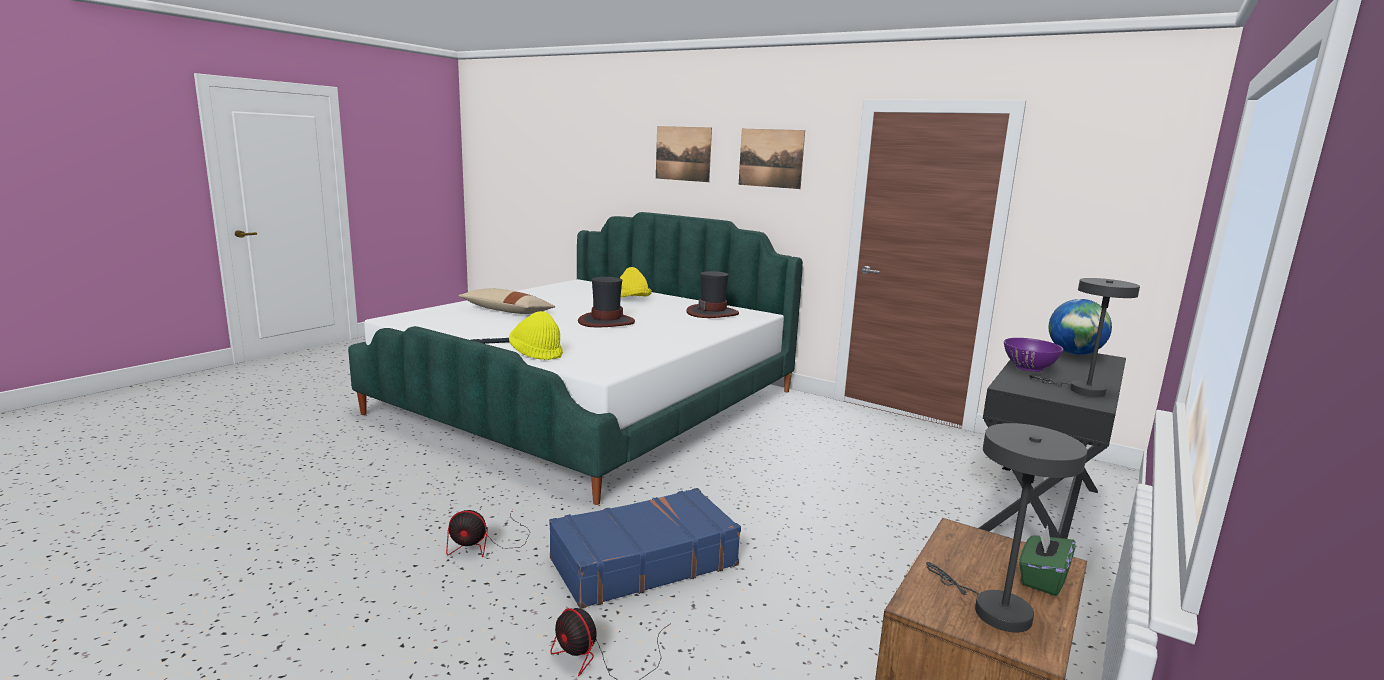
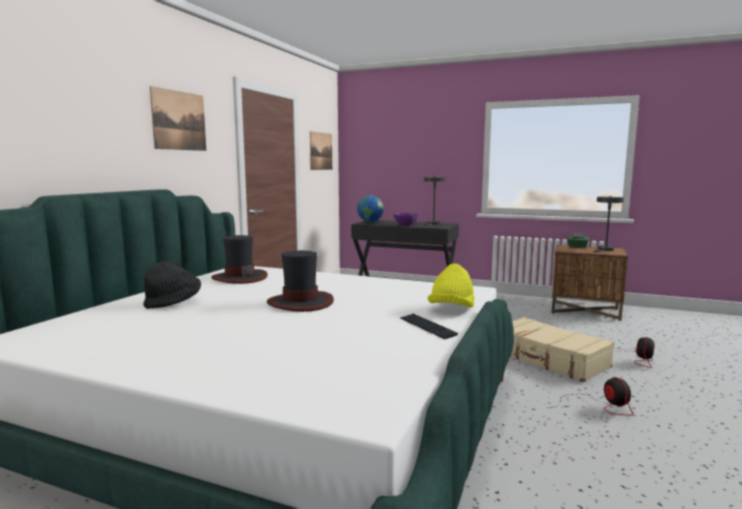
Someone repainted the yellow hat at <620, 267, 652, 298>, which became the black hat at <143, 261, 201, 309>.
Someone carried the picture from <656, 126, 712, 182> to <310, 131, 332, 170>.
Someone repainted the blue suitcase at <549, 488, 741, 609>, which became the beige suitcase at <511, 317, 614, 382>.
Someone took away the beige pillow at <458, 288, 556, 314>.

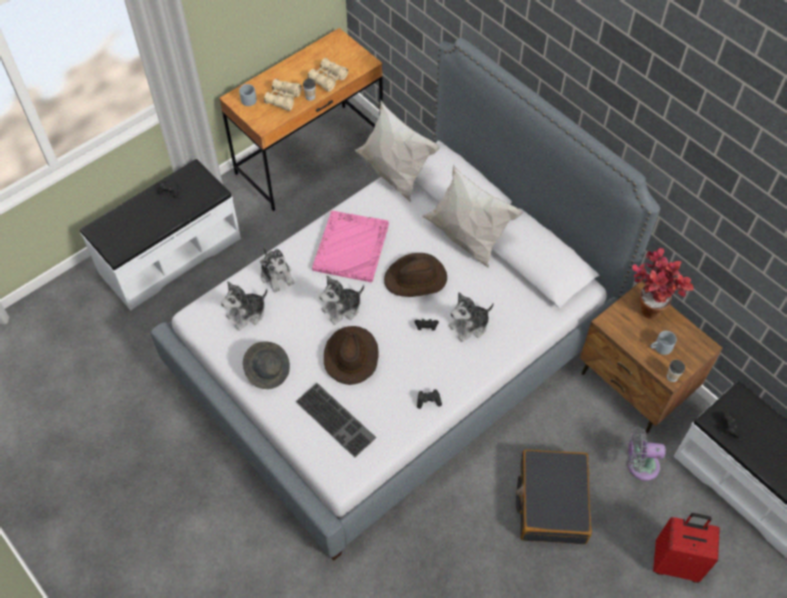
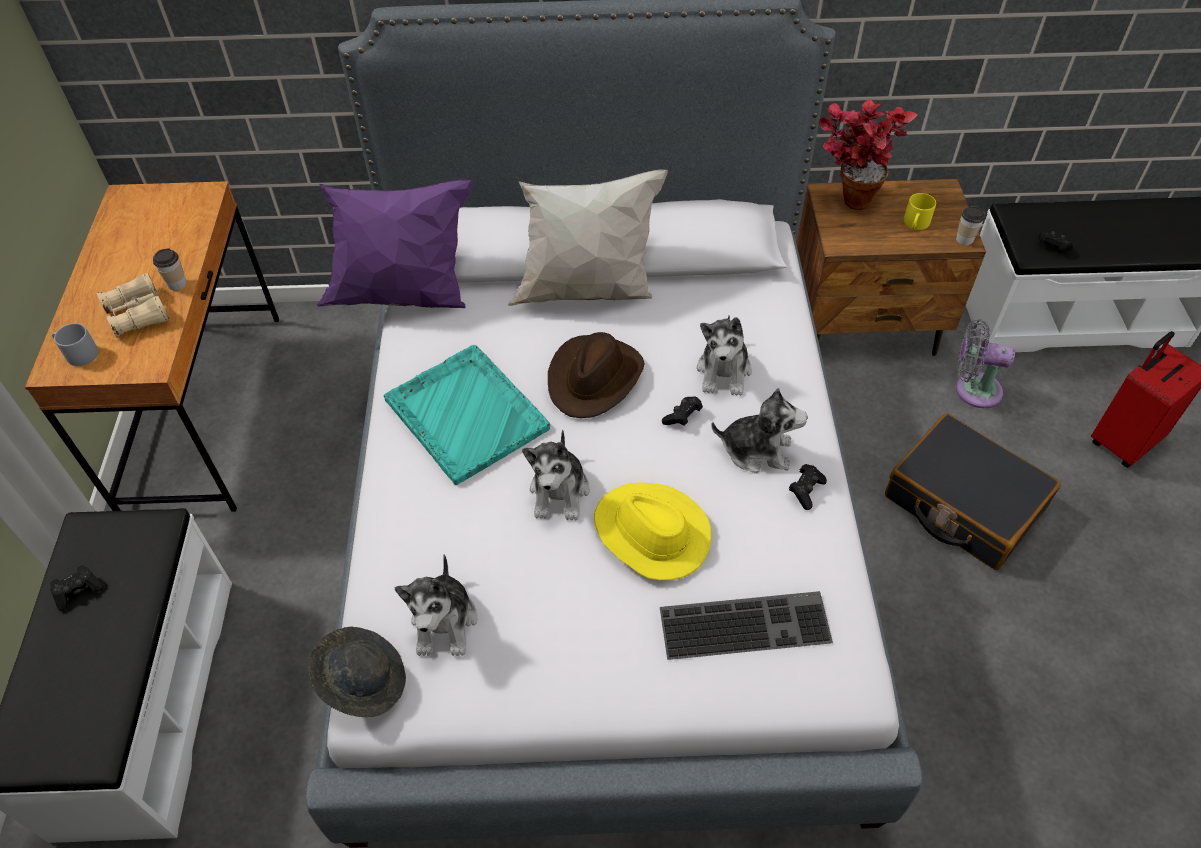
Someone carried the grey hat from <243, 341, 290, 389> to <308, 627, 406, 717>.
Someone repainted the white pillow at <355, 100, 440, 202>, which became the purple pillow at <317, 179, 473, 308>.
Someone repainted the pink tray at <312, 211, 389, 282>, which became the turquoise tray at <384, 345, 550, 485>.
Someone repainted the brown hat at <324, 326, 379, 385>, which became the yellow hat at <594, 482, 711, 581>.
Someone carried the plush toy from <260, 246, 295, 293> to <711, 388, 808, 473>.
Someone repainted the grey mug at <650, 331, 677, 355>, which became the yellow mug at <904, 193, 936, 230>.
Someone rotated the grey fan at <628, 427, 666, 481> by 60 degrees clockwise.
Someone took away the beige binoculars at <307, 58, 348, 92>.

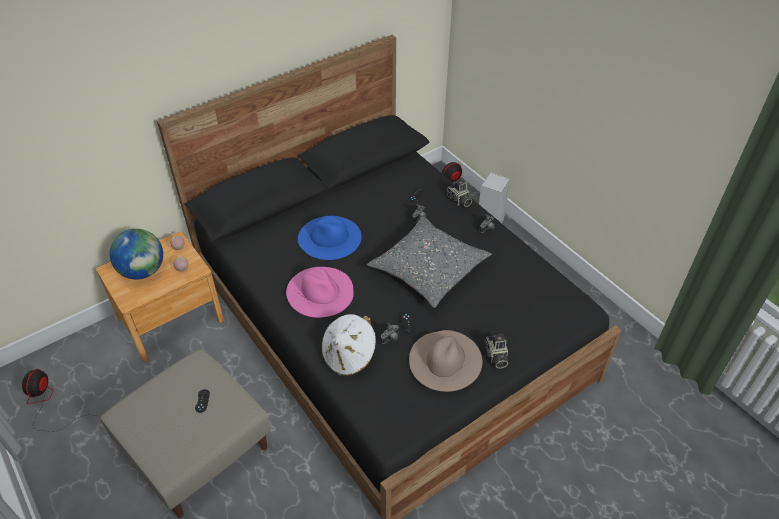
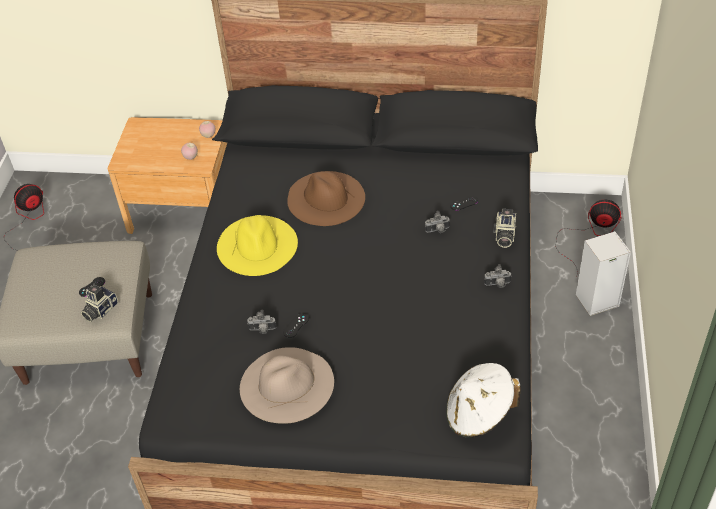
Someone carried the photo camera from <484, 334, 508, 369> to <81, 285, 118, 322>.
Someone repainted the pink hat at <286, 267, 354, 318>, which became the yellow hat at <217, 215, 298, 276>.
Someone repainted the blue hat at <298, 216, 362, 260>, which became the brown hat at <287, 171, 365, 226>.
Someone carried the white hat from <321, 314, 376, 377> to <446, 363, 521, 438>.
Someone took away the globe at <109, 229, 163, 280>.
Someone took away the grey pillow at <367, 216, 492, 308>.

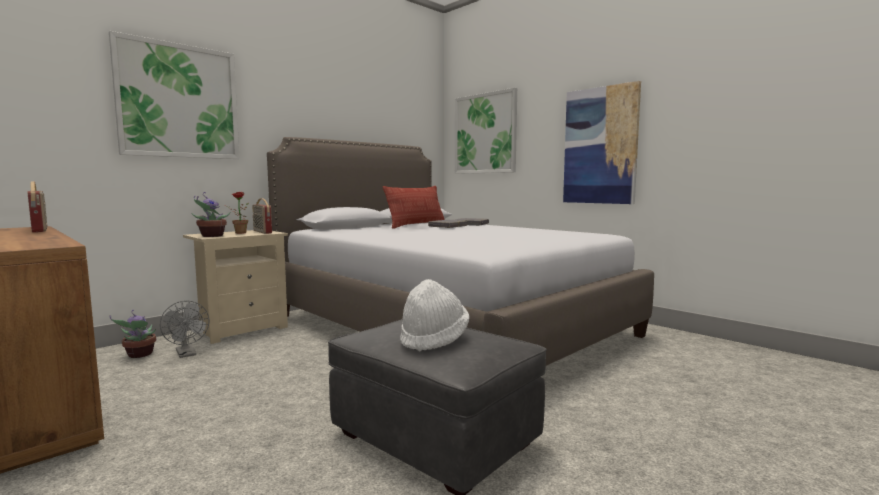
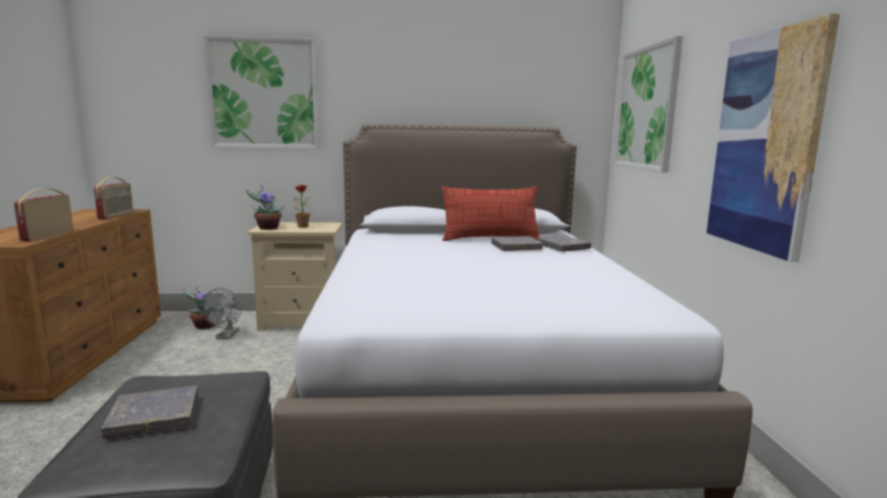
Someone carried the radio from <252, 198, 272, 234> to <14, 188, 73, 241>.
Someone swapped the white hat at <400, 279, 470, 351> for the grey book at <101, 386, 198, 439>.

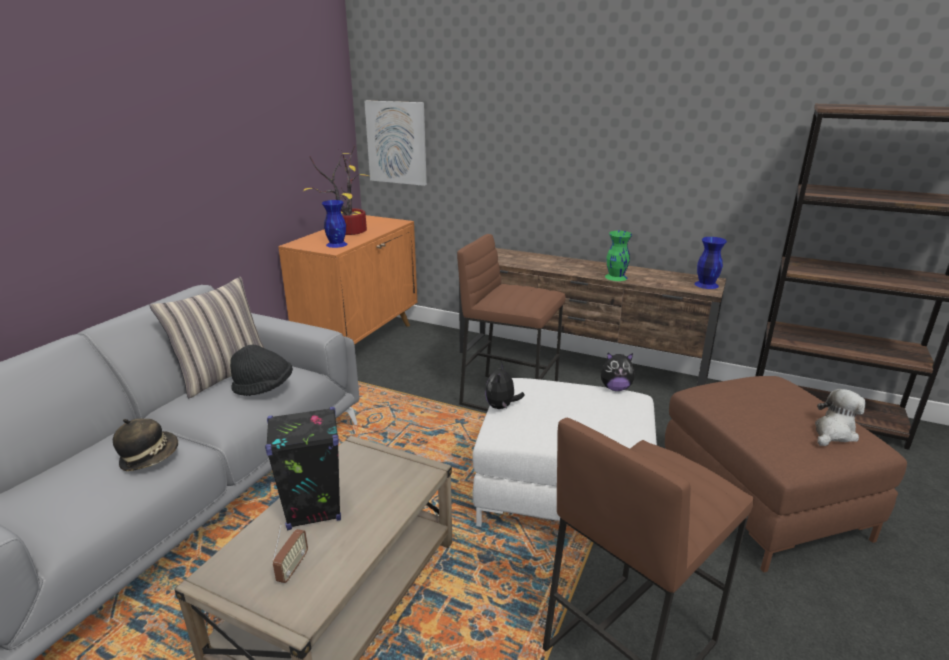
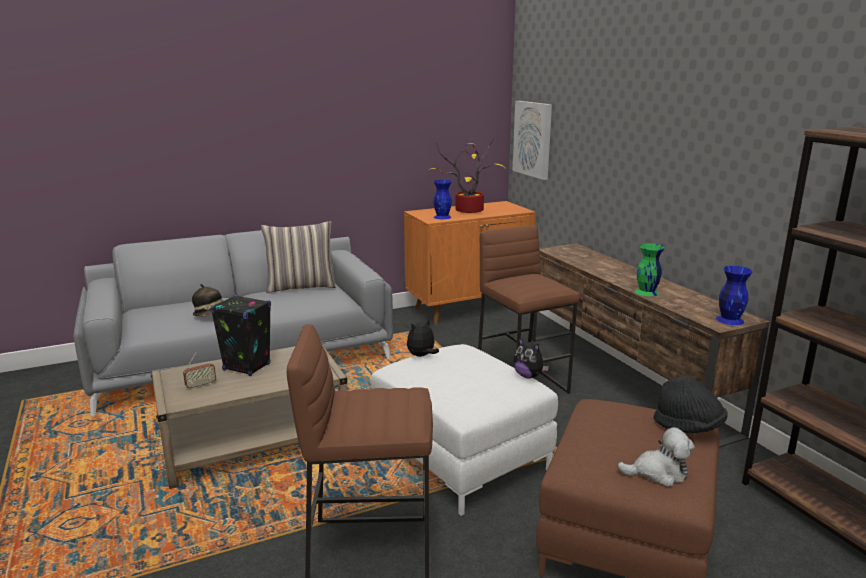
Someone carried the black hat from <230, 345, 293, 396> to <654, 376, 727, 433>.

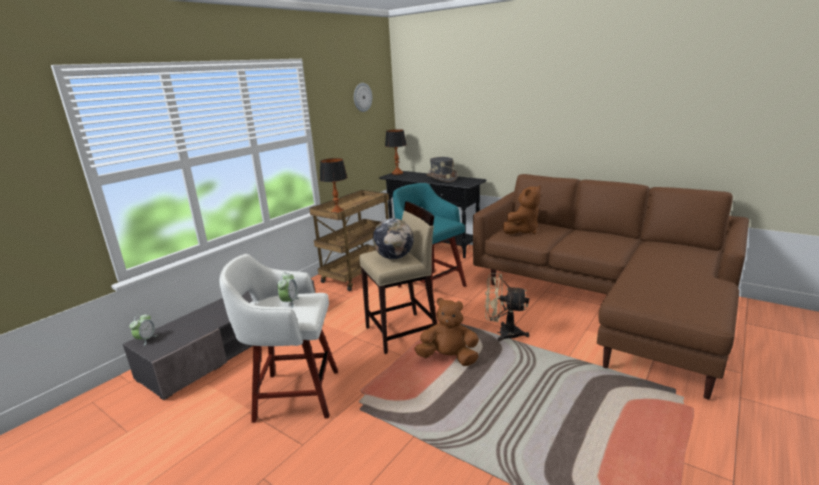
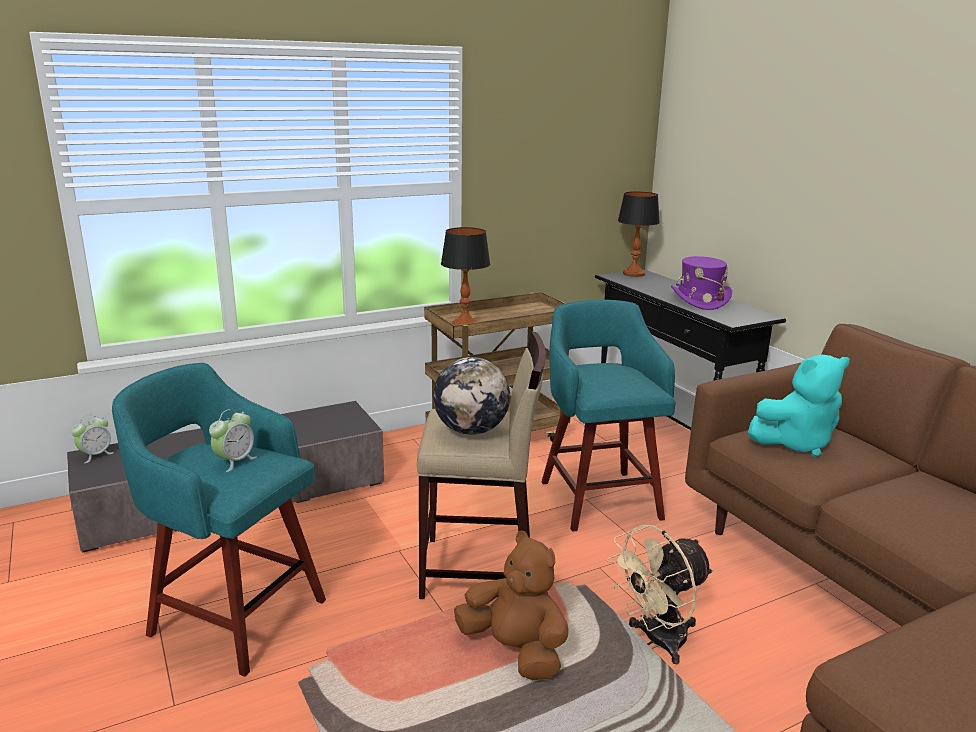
Someone repainted the white stool at <219, 254, 338, 423>, which became the turquoise stool at <112, 363, 326, 677>.
Someone rotated the beige fan at <484, 273, 529, 342> by 75 degrees counterclockwise.
Someone repainted the grey hat at <426, 157, 457, 182>, which became the purple hat at <671, 256, 732, 310>.
Someone repainted the brown plush toy at <503, 185, 541, 235>, which became the turquoise plush toy at <748, 354, 850, 457>.
Someone took away the wall clock at <354, 83, 372, 112>.

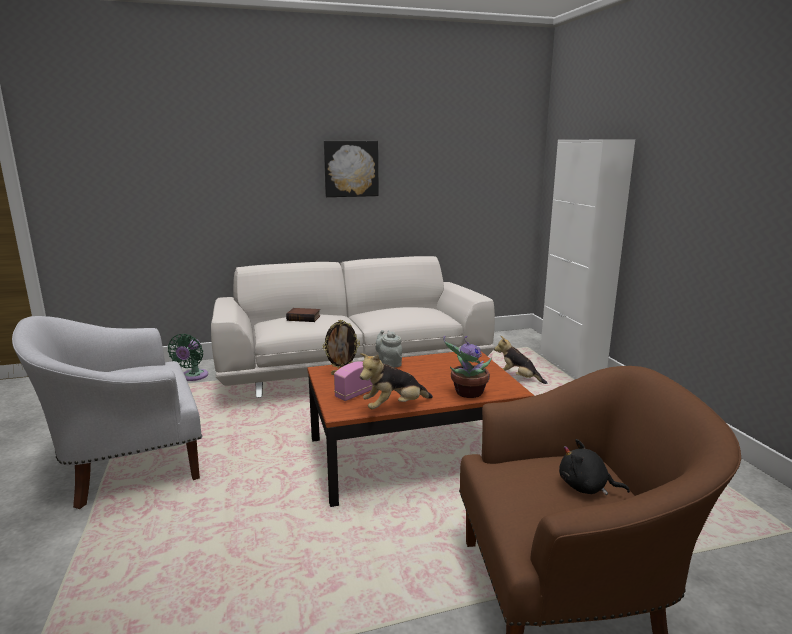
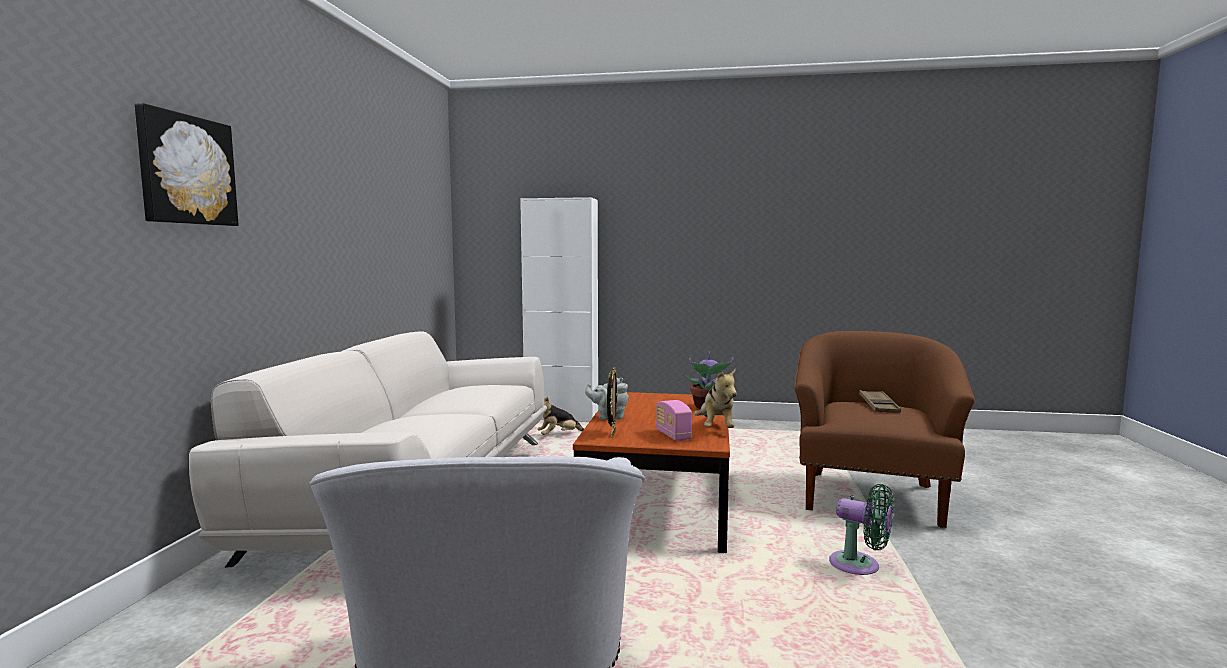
Someone carried the picture from <323, 141, 379, 197> to <135, 103, 238, 226>.
Someone carried the green fan from <168, 334, 208, 381> to <829, 484, 893, 575>.
Someone swapped the black plush toy at <559, 439, 630, 495> for the brown tray at <859, 390, 901, 413>.
Someone took away the book at <286, 308, 321, 322>.

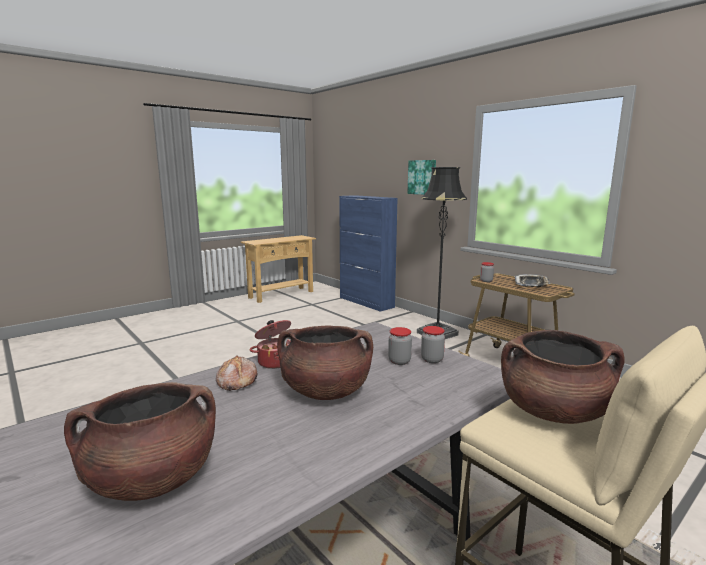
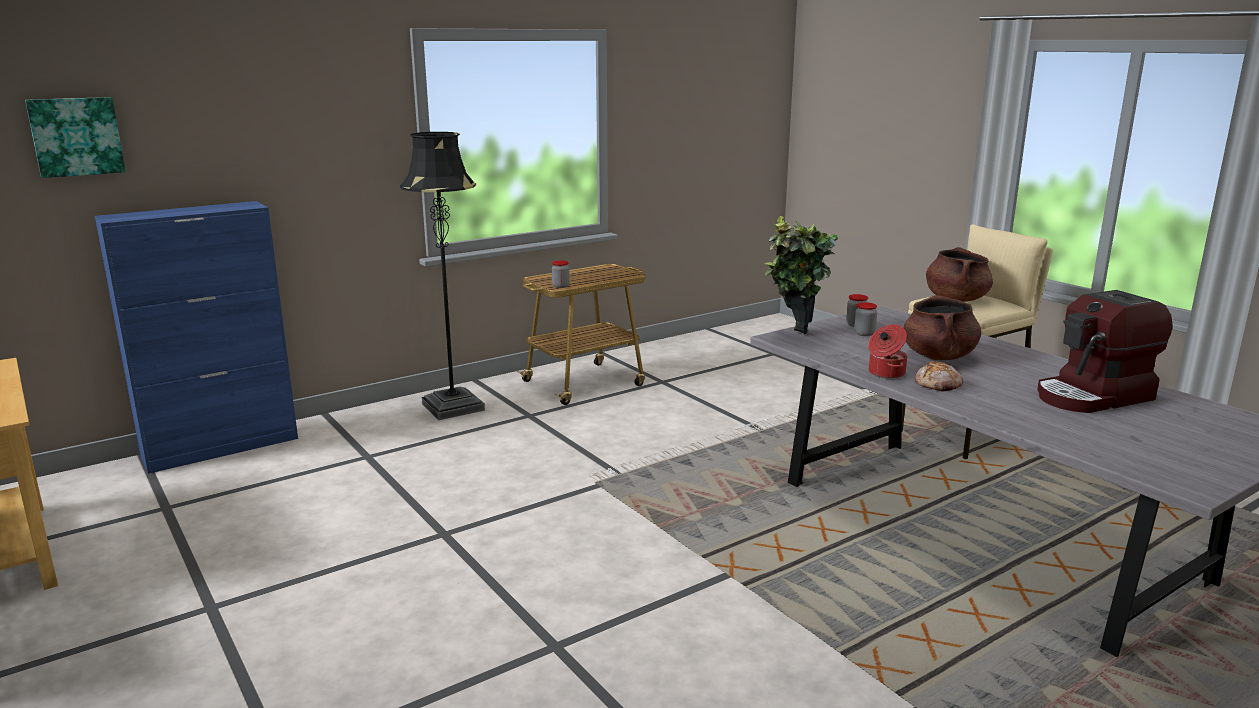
Someone carried the picture from <408, 160, 436, 195> to <25, 97, 126, 178>.
Someone put down the potted plant at <765, 216, 838, 334>.
Someone swapped the brown cooking pot at <64, 382, 216, 501> for the coffee machine at <1037, 290, 1172, 413>.
Someone took away the tray at <515, 274, 550, 287>.

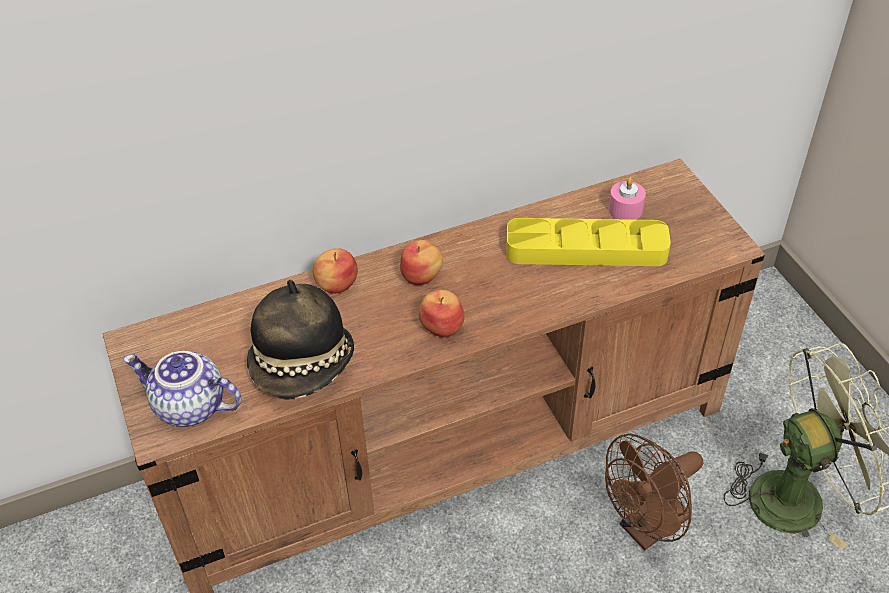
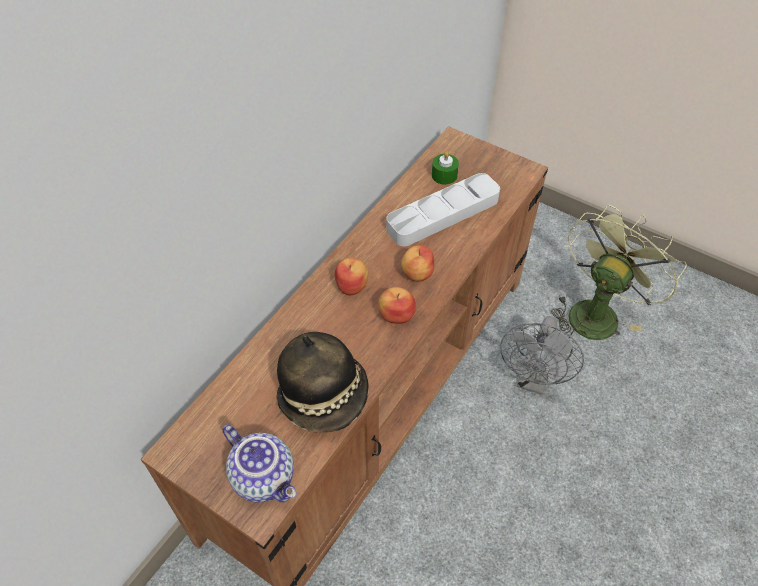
Someone rotated the teapot at <123, 351, 241, 427> by 120 degrees counterclockwise.
Someone repainted the yellow tray at <507, 218, 671, 266>, which became the grey tray at <386, 173, 500, 246>.
Someone carried the apple from <313, 248, 358, 294> to <401, 245, 434, 282>.
Someone repainted the pink candle at <609, 178, 646, 220>, which became the green candle at <432, 151, 459, 185>.
Someone repainted the brown fan at <605, 433, 703, 550>, which became the grey fan at <500, 316, 584, 395>.

